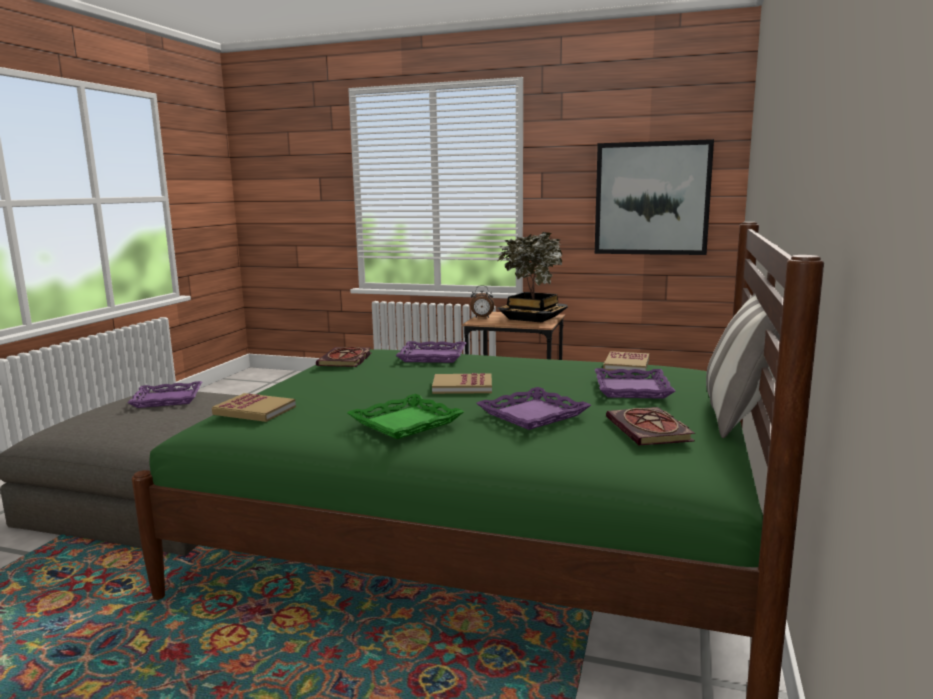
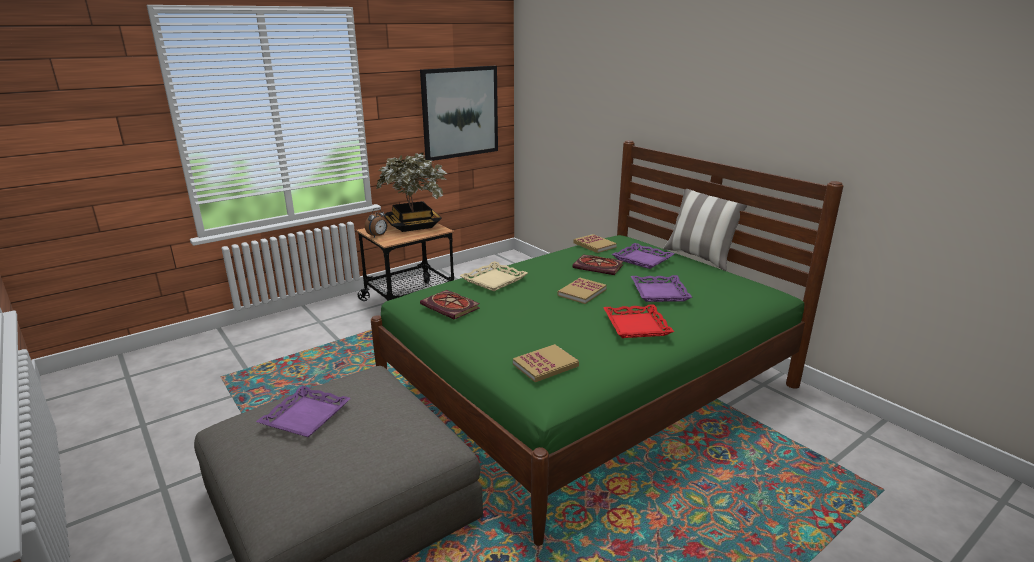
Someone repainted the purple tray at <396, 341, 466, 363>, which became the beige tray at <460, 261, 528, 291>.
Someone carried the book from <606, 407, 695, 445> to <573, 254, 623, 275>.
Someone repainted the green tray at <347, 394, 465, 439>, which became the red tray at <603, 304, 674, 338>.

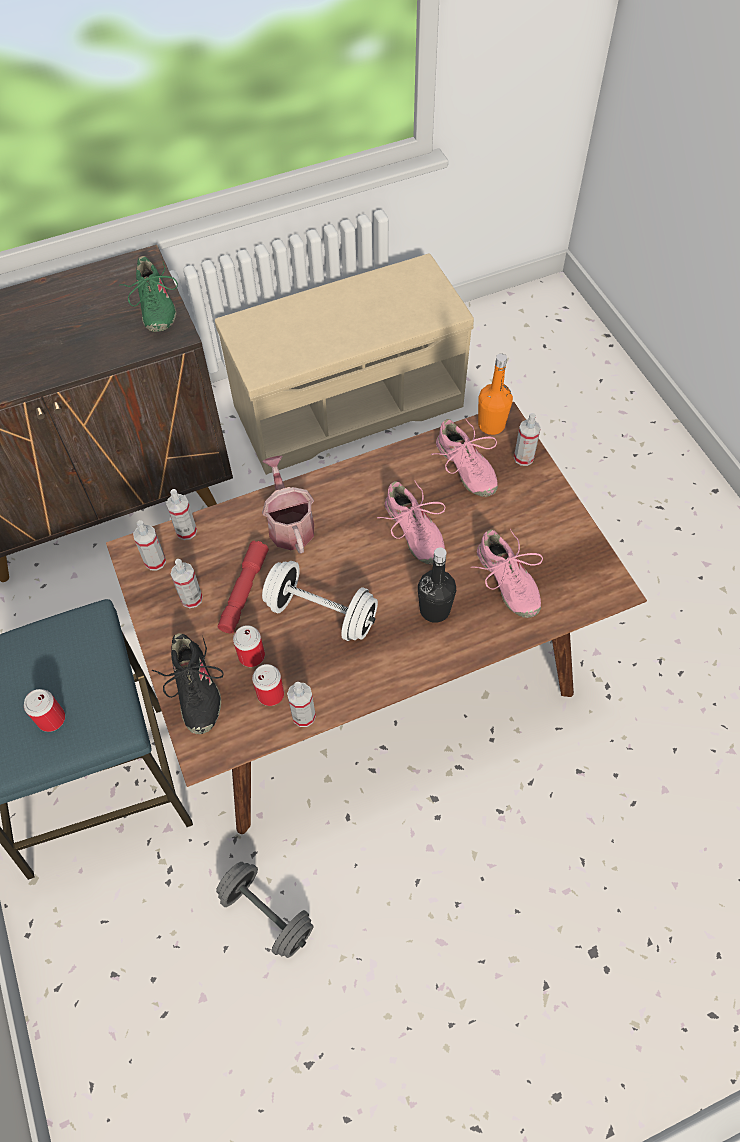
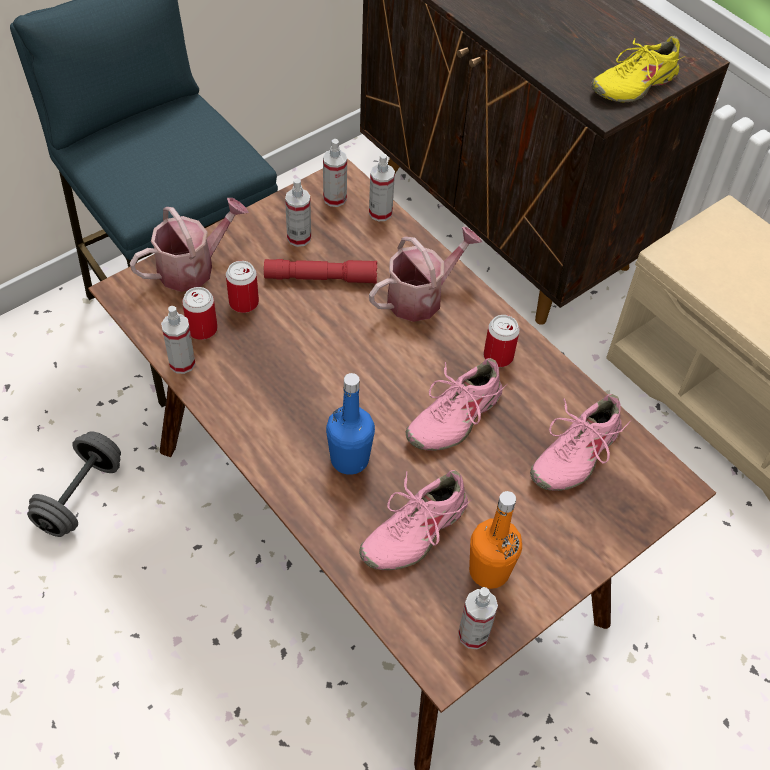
Someone swapped the black shoe at <152, 633, 224, 734> for the watering can at <129, 198, 249, 292>.
Someone repainted the black bottle at <418, 547, 456, 623>, which became the blue bottle at <326, 373, 375, 475>.
Someone carried the spray bottle from <514, 413, 541, 466> to <458, 587, 498, 650>.
Someone carried the orange bottle from <478, 354, 513, 435> to <469, 491, 522, 589>.
Someone carried the can from <24, 689, 65, 732> to <484, 315, 520, 367>.
Someone repainted the green shoe at <120, 256, 178, 332>, which became the yellow shoe at <591, 36, 685, 103>.
Someone took away the white dumbbell at <262, 561, 378, 641>.

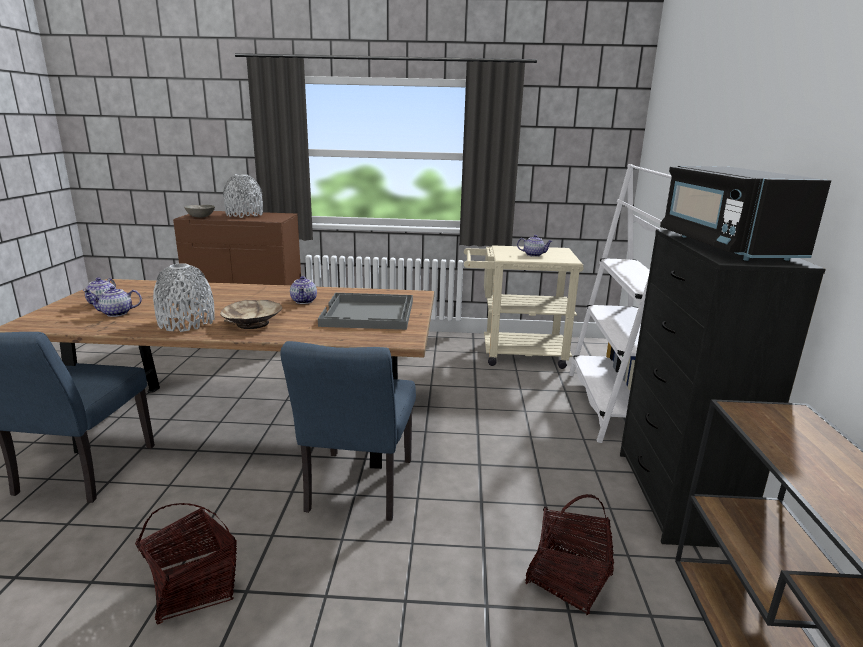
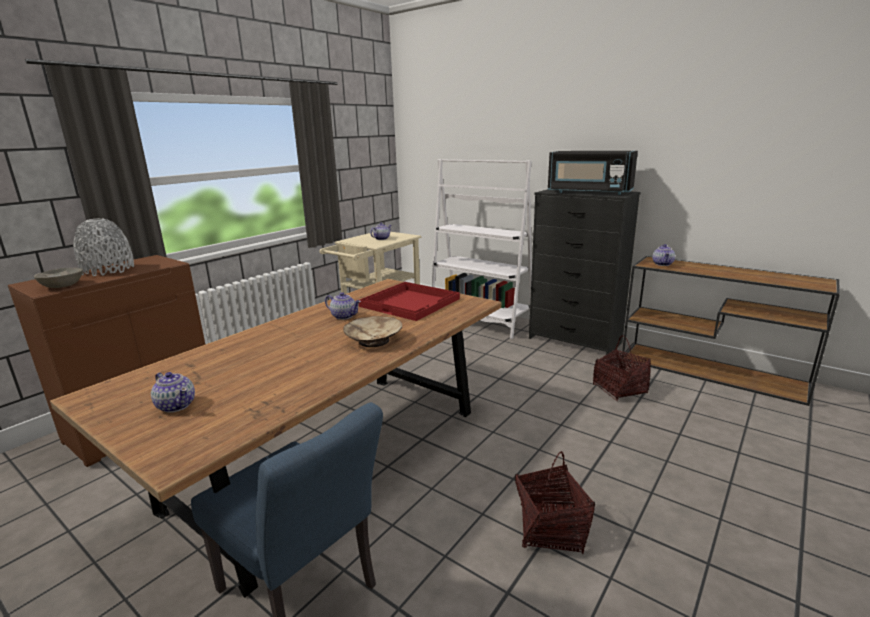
Someone repainted the grey tray at <318, 293, 413, 330>, which became the red tray at <359, 282, 460, 321>.
Someone carried the teapot from <86, 286, 142, 317> to <652, 244, 675, 266>.
Someone took away the grey vase at <153, 263, 215, 332>.
Someone took away the blue chair at <280, 341, 416, 521>.

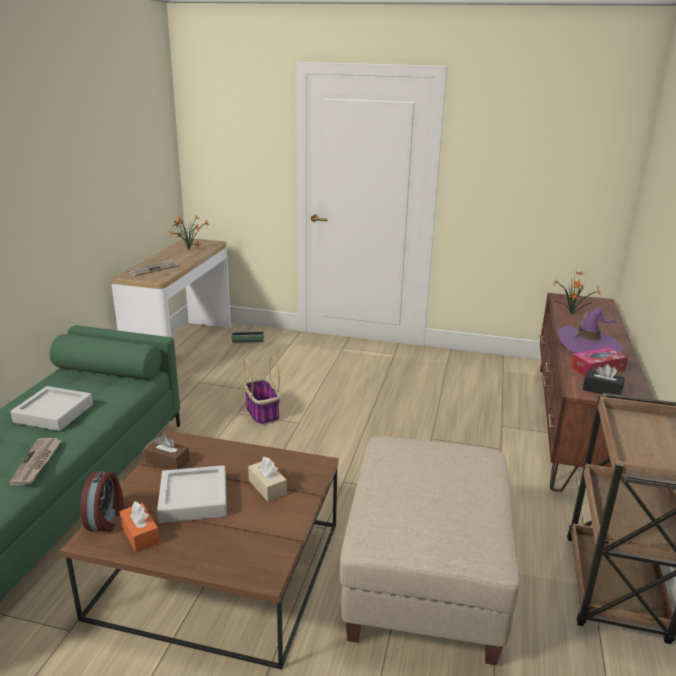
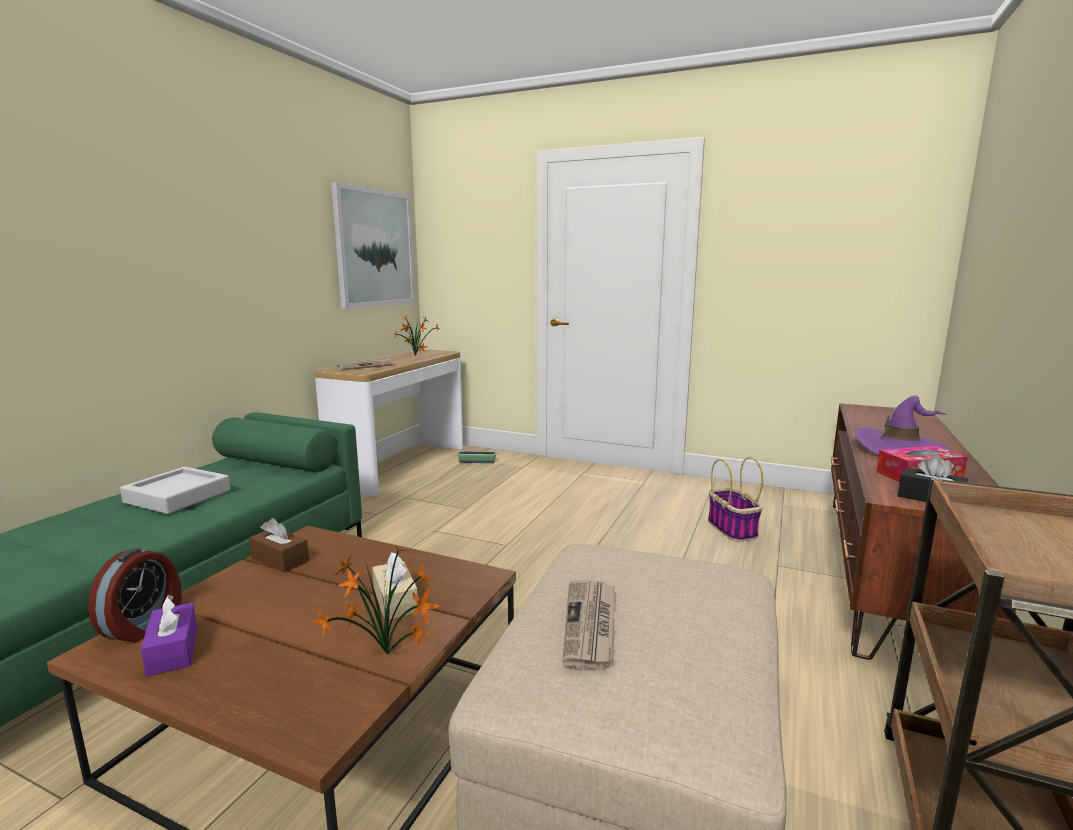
Someone repainted the orange tissue box at <119, 501, 160, 552>, which became the purple tissue box at <141, 595, 197, 677>.
Someone carried the potted plant from <552, 272, 601, 314> to <313, 545, 440, 654>.
Someone put up the picture at <331, 182, 415, 309>.
Someone carried the newspaper from <9, 438, 62, 485> to <562, 580, 615, 668>.
Someone carried the basket from <243, 356, 280, 425> to <708, 457, 763, 542>.
Someone took away the grey tray at <157, 465, 227, 523>.

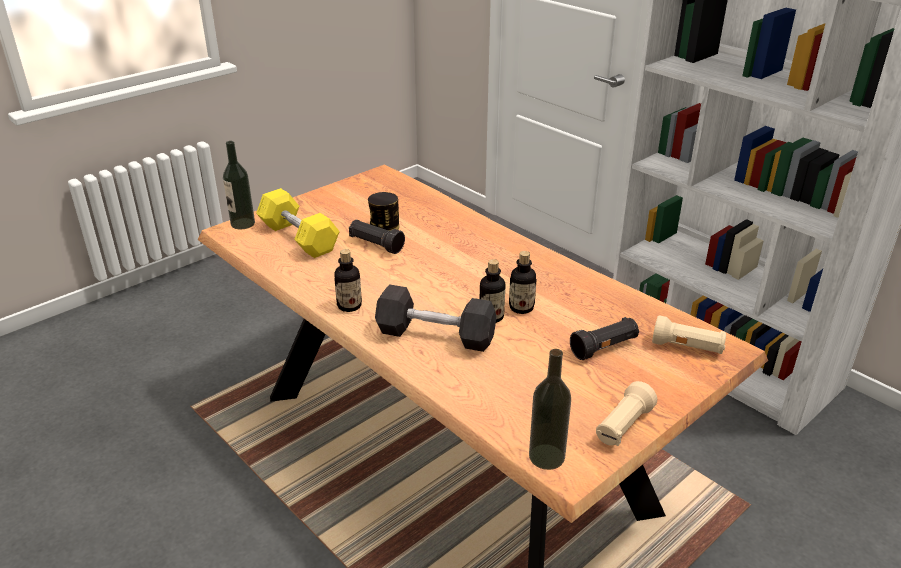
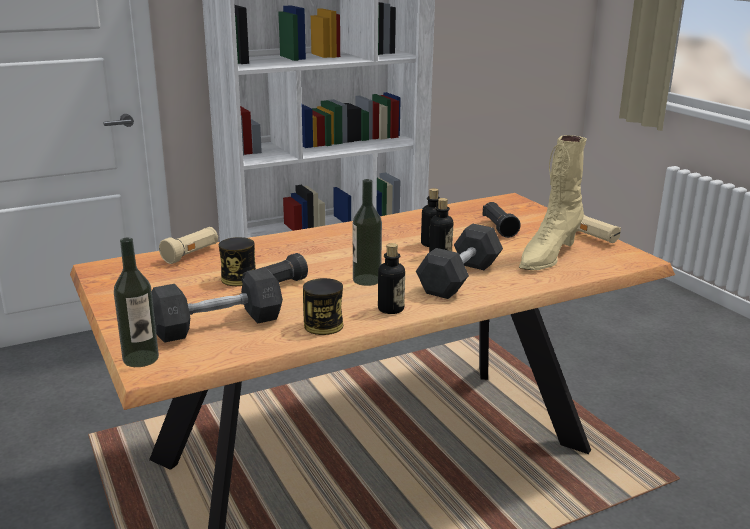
Someone repainted the yellow dumbbell at <256, 188, 340, 258>, which became the grey dumbbell at <152, 268, 283, 343>.
Someone carried the beige flashlight from <652, 315, 726, 354> to <159, 227, 218, 264>.
Someone put down the can at <303, 278, 343, 335>.
Someone carried the bottle from <529, 349, 571, 470> to <353, 179, 382, 286>.
Someone put down the beige boot at <519, 135, 587, 270>.

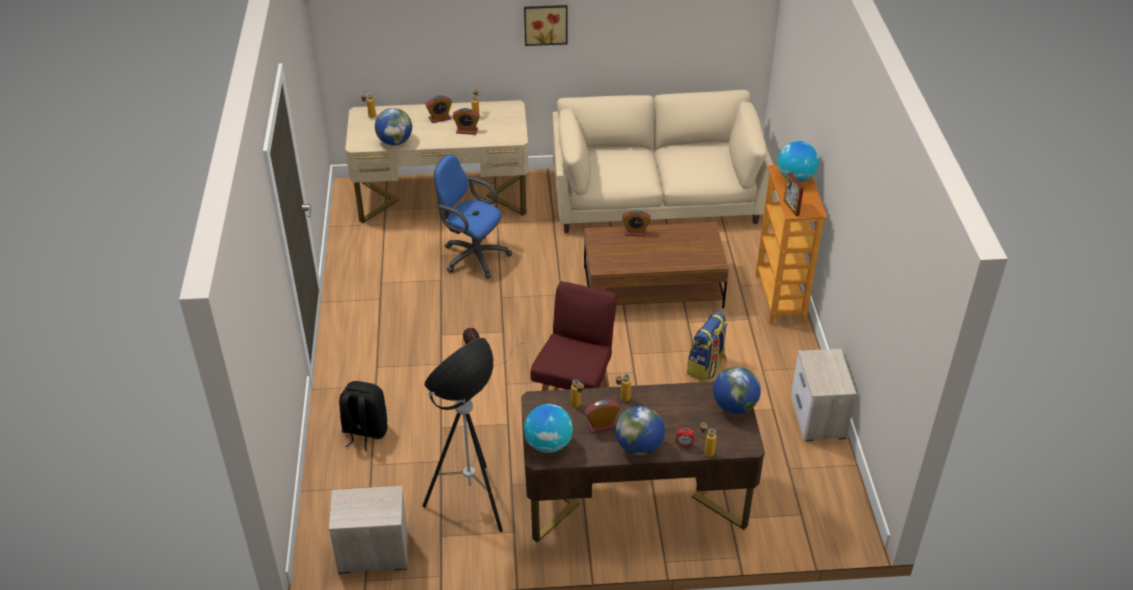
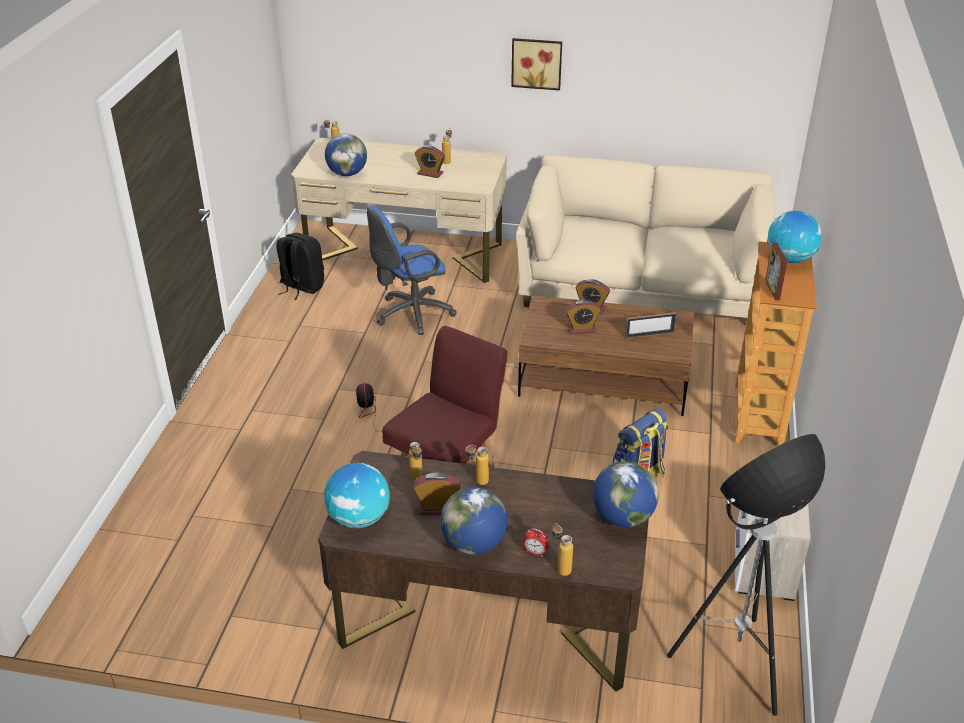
Someone carried the black backpack from <339, 381, 387, 451> to <276, 233, 324, 300>.
Someone rotated the blue office chair at <434, 154, 512, 279> by 75 degrees counterclockwise.
Someone carried the alarm clock from <425, 96, 452, 123> to <565, 300, 601, 334>.
Someone put down the picture frame at <625, 312, 677, 339>.
Someone carried the floor lamp from <422, 338, 503, 532> to <667, 434, 825, 716>.
Someone took away the nightstand at <329, 486, 408, 574>.

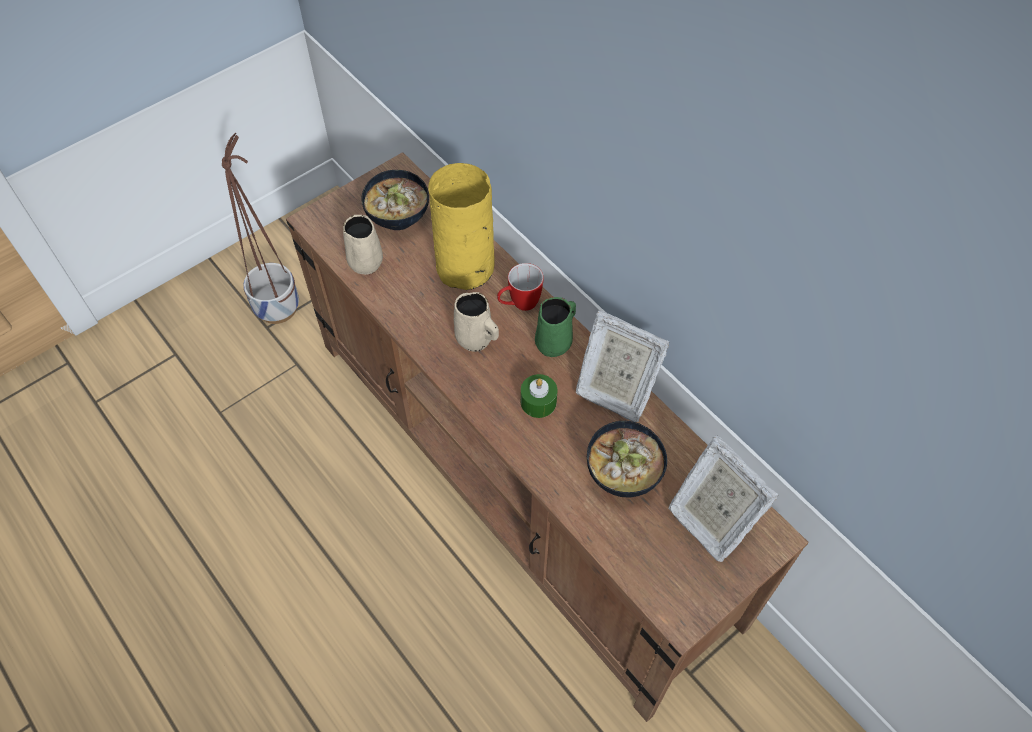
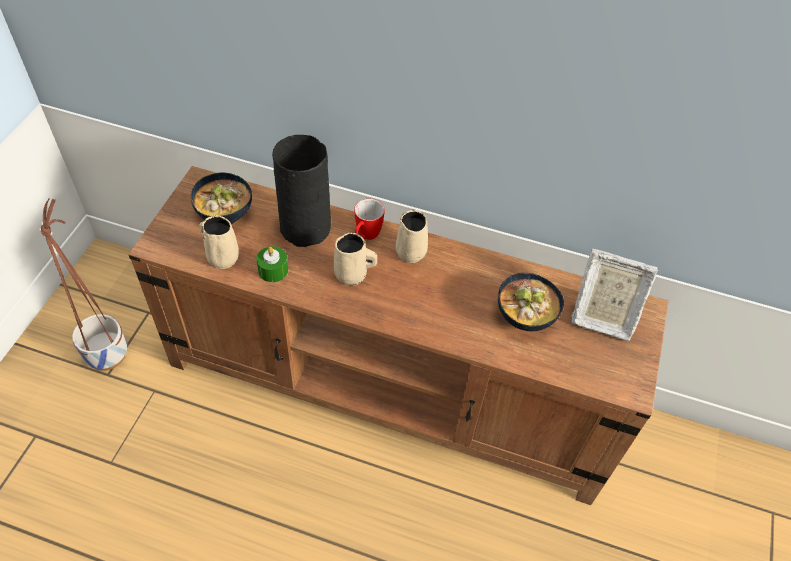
Someone carried the green candle from <521, 374, 557, 418> to <256, 246, 288, 282>.
Someone repainted the yellow vase at <428, 163, 495, 290>, which became the black vase at <272, 135, 331, 247>.
Someone repainted the green mug at <535, 297, 576, 357>, which became the beige mug at <396, 210, 428, 263>.
Someone took away the picture frame at <576, 310, 669, 422>.

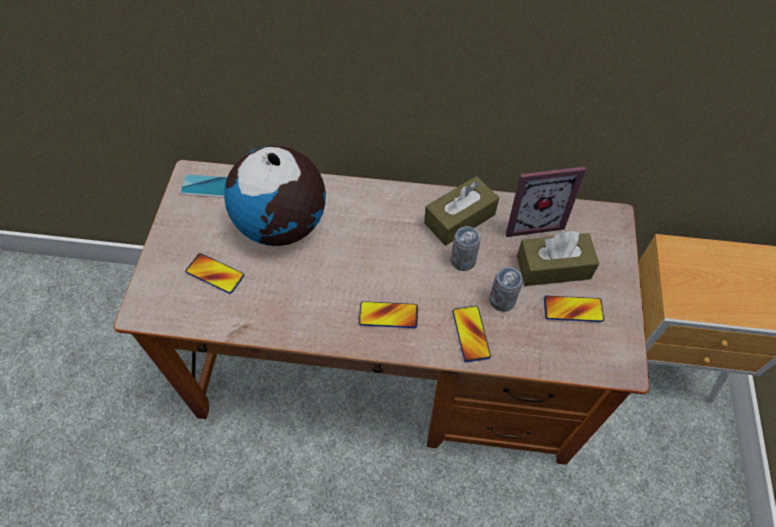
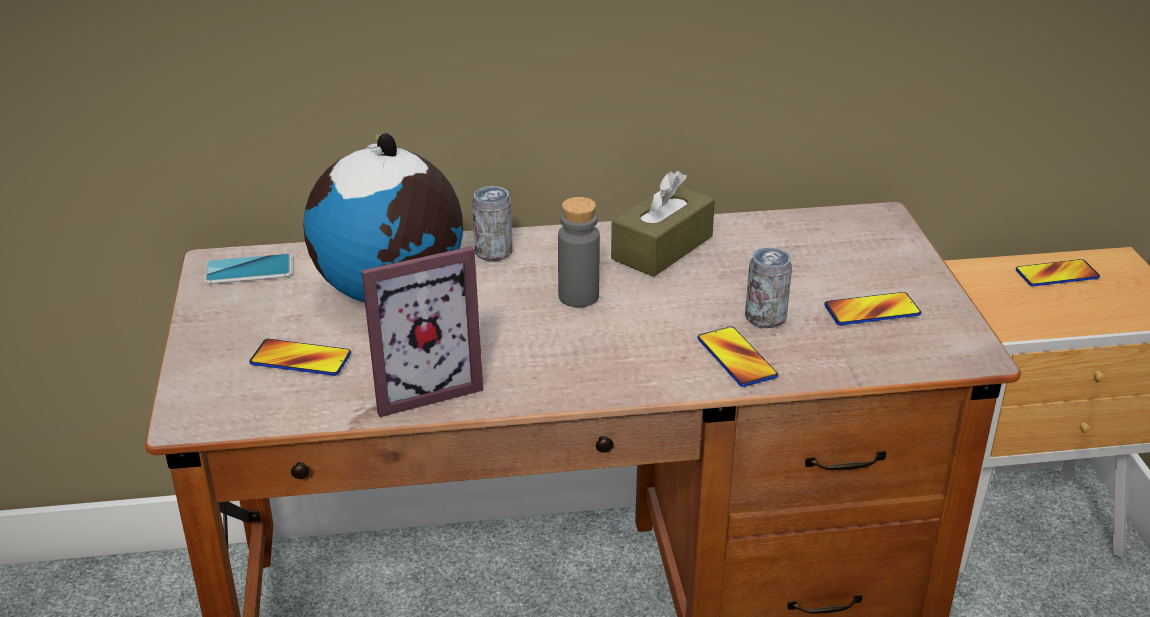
Someone carried the picture frame from <506, 166, 587, 237> to <361, 246, 483, 417>.
Someone carried the can from <450, 226, 480, 271> to <472, 186, 513, 261>.
Someone put down the grey bottle at <558, 197, 600, 307>.
Someone carried the phone from <359, 301, 418, 328> to <1016, 259, 1100, 286>.
Someone took away the brown tissue box at <517, 231, 599, 286>.

